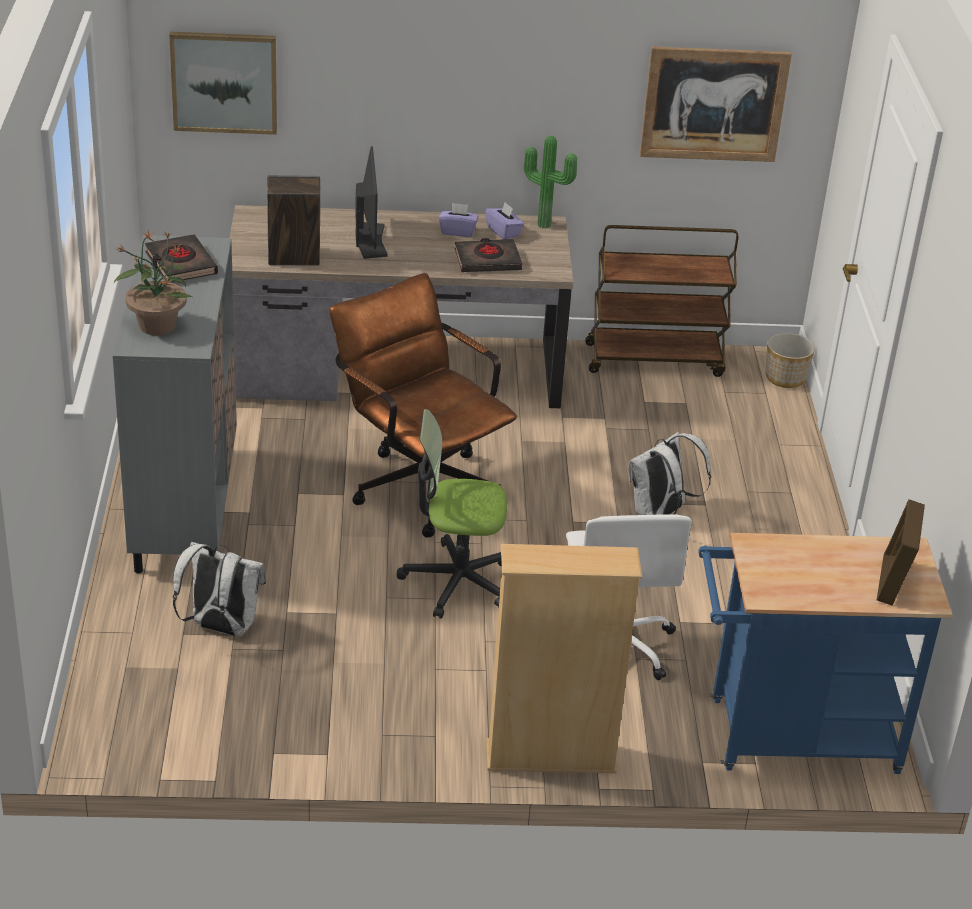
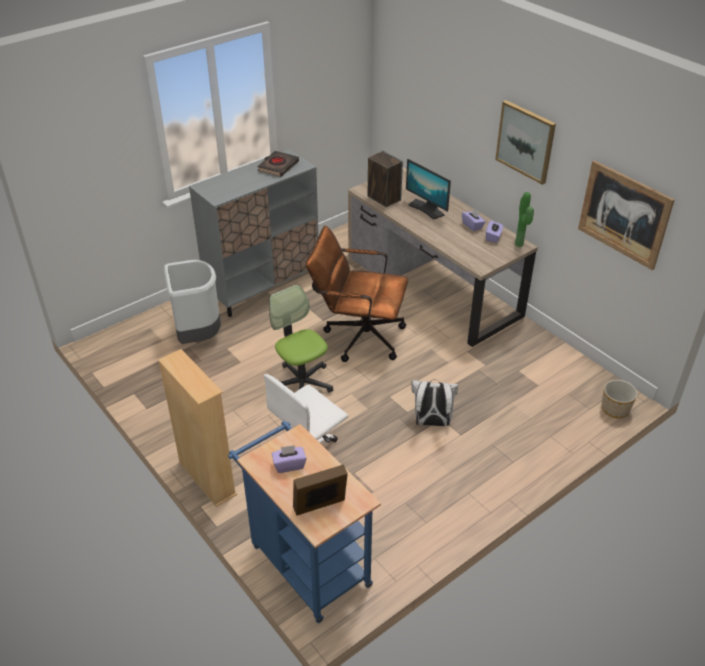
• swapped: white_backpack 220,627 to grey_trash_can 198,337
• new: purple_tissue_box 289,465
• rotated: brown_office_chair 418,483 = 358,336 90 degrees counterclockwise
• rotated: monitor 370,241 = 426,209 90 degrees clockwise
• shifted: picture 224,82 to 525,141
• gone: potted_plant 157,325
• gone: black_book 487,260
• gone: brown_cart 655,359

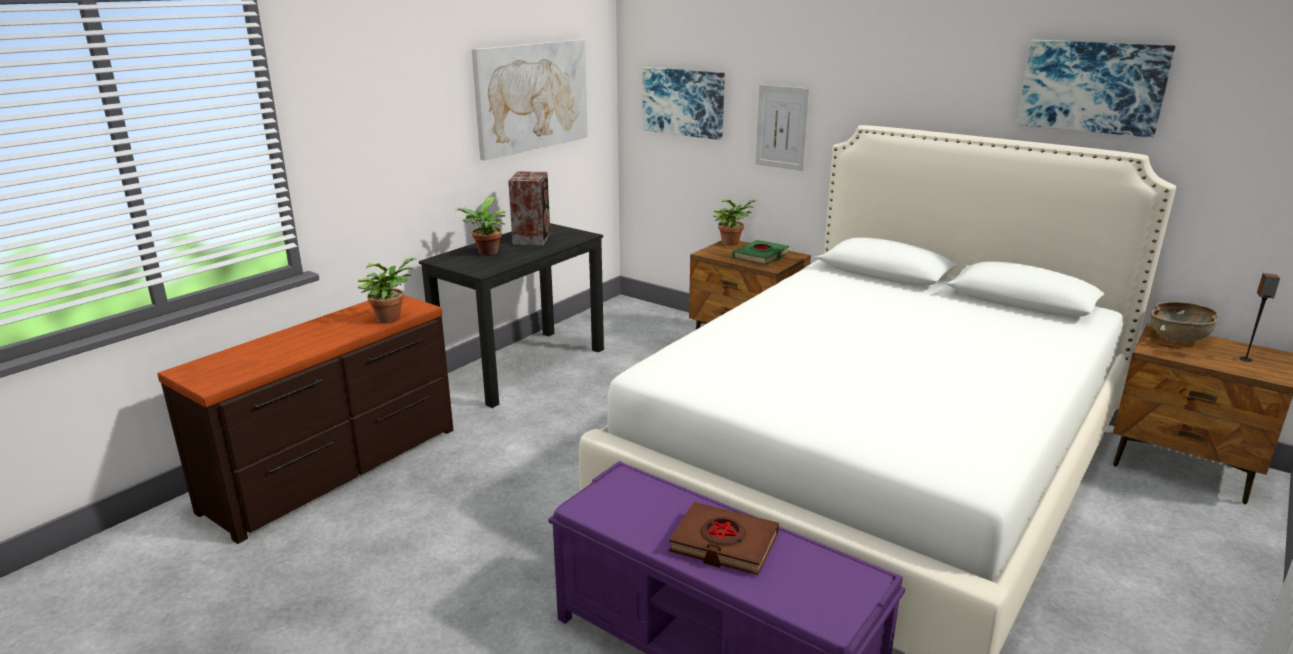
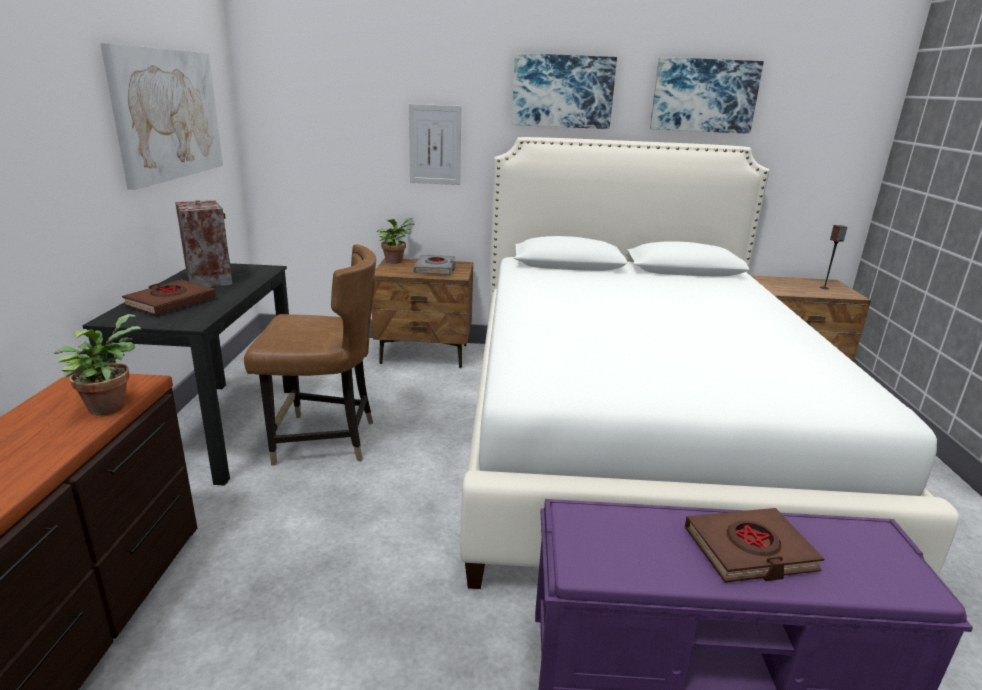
• swapped: potted_plant 486,253 to brown_book 170,302
• new: brown_chair 324,440
• repainted: green_book 761,256 to grey_book 435,268
• shifted: picture 683,102 to 562,91
• gone: brown_bowl 1178,338

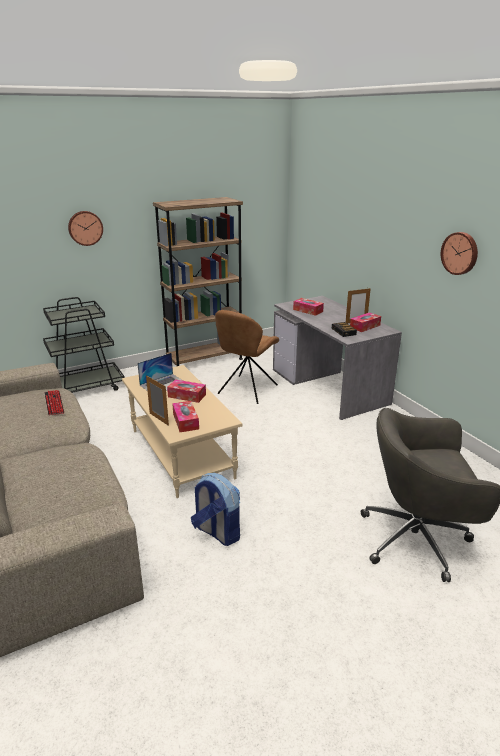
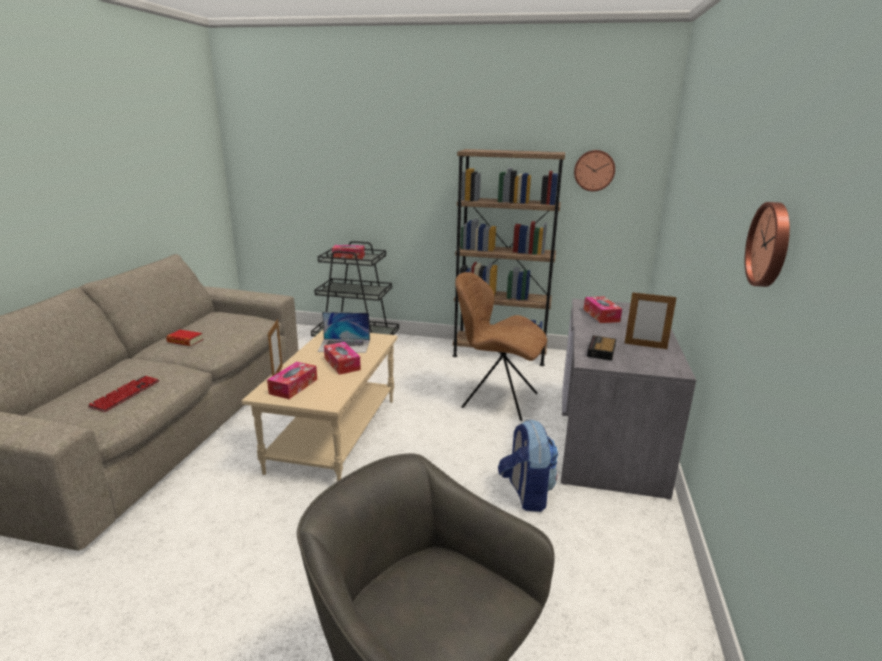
• shifted: keyboard 54,403 to 125,394
• new: book 185,341
• shifted: tissue_box 365,326 to 348,256
• rotated: brown_chair 246,390 = 497,400 45 degrees clockwise
• shifted: backpack 217,532 to 526,493
• shifted: wall_clock 85,228 to 594,170

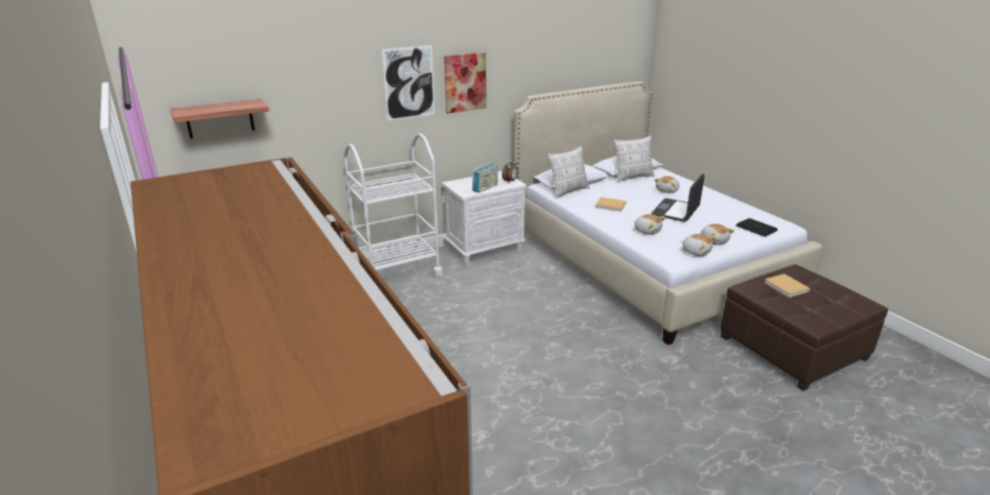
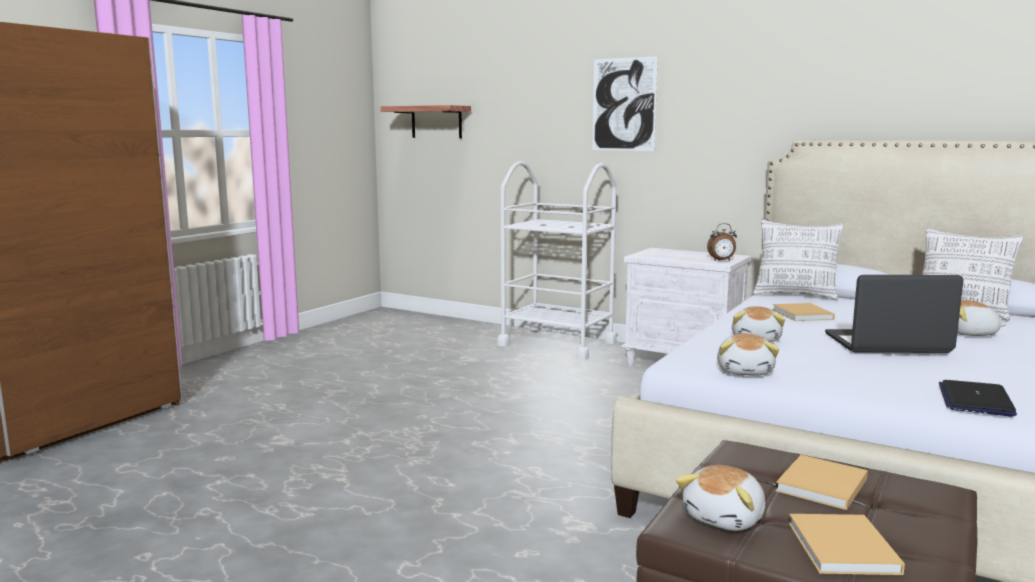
• shifted: plush_toy 714,241 to 725,518
• new: beige_book 843,549
• gone: picture 465,82
• gone: radio 485,188

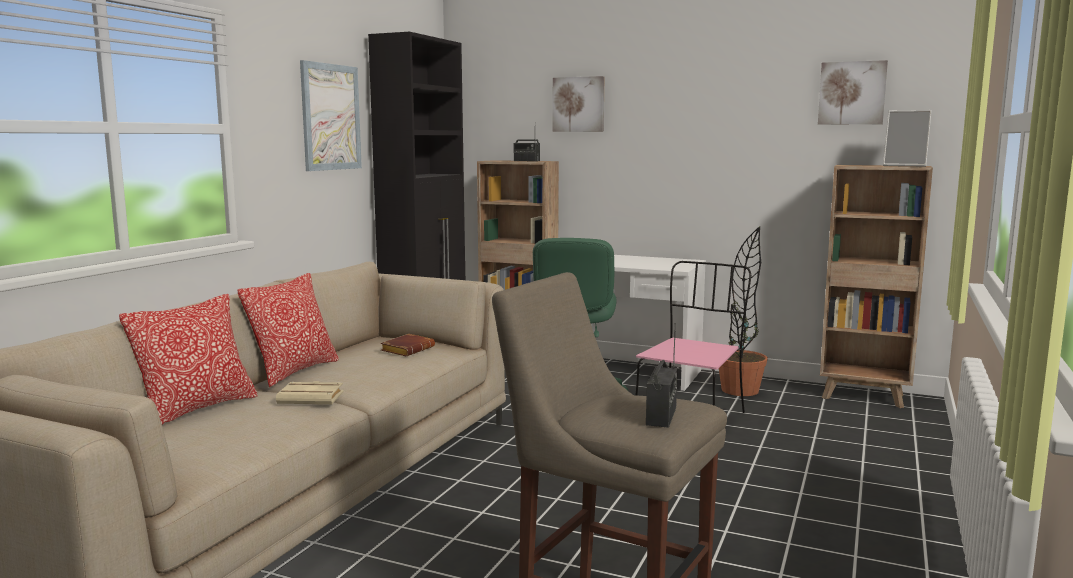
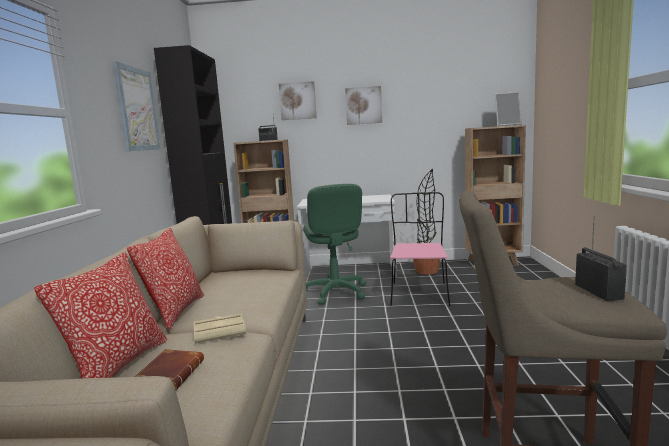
• shifted: brown_book 407,349 to 169,375
• shifted: picture 852,93 to 363,105

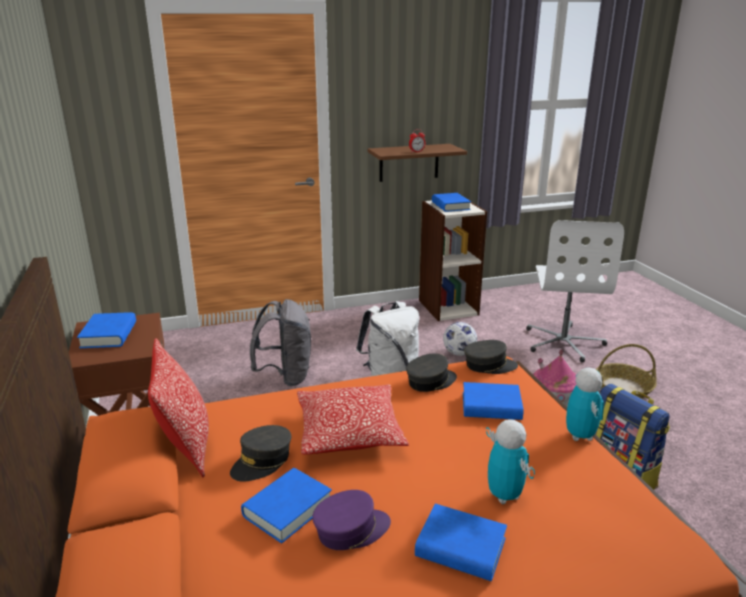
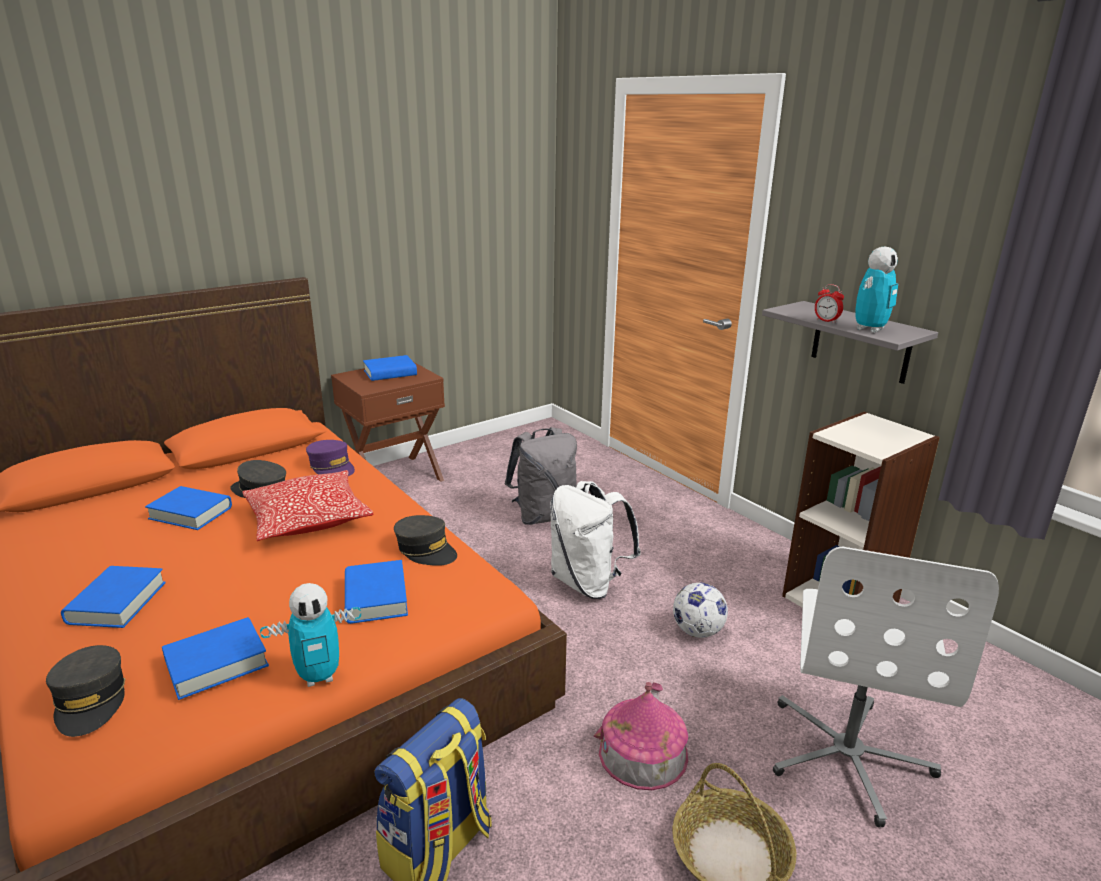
• shifted: grey_cap 489,365 to 91,700
• shifted: blue_book 450,206 to 216,663
• shifted: purple_cap 351,530 to 332,467
• repainted: brown_shelf 409,162 to grey_shelf 861,342
• rotated: white_office_chair 563,342 = 848,754 60 degrees counterclockwise
• shifted: toy_robot 504,495 to 869,329
• gone: pillow 186,445

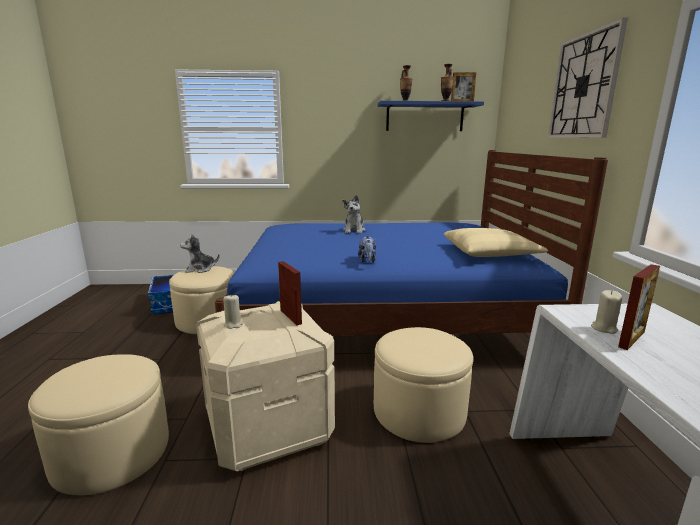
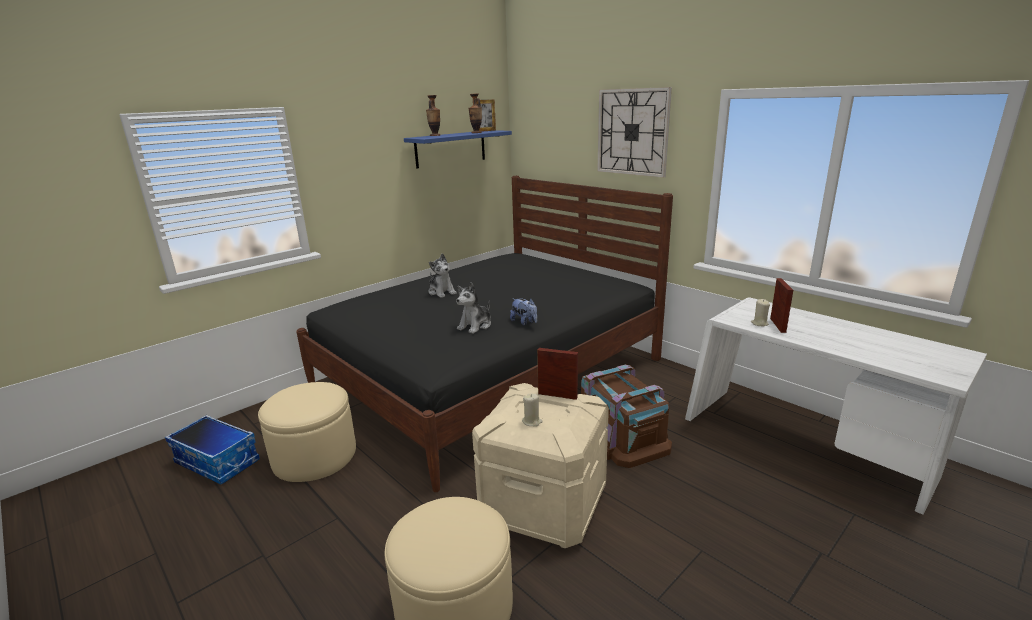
• repainted: blue_bed 382,318 to black_bed 490,374
• shifted: plush_toy 200,269 to 475,326
• swapped: beige_ottoman 419,411 to brown_storage_box 620,434
• gone: beige_pillow 490,253

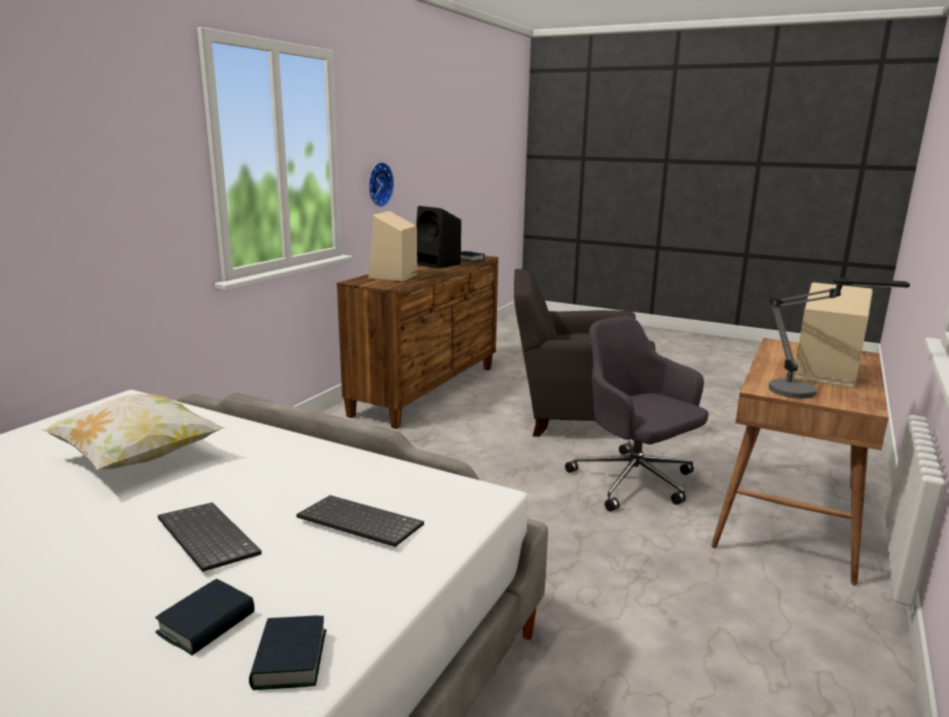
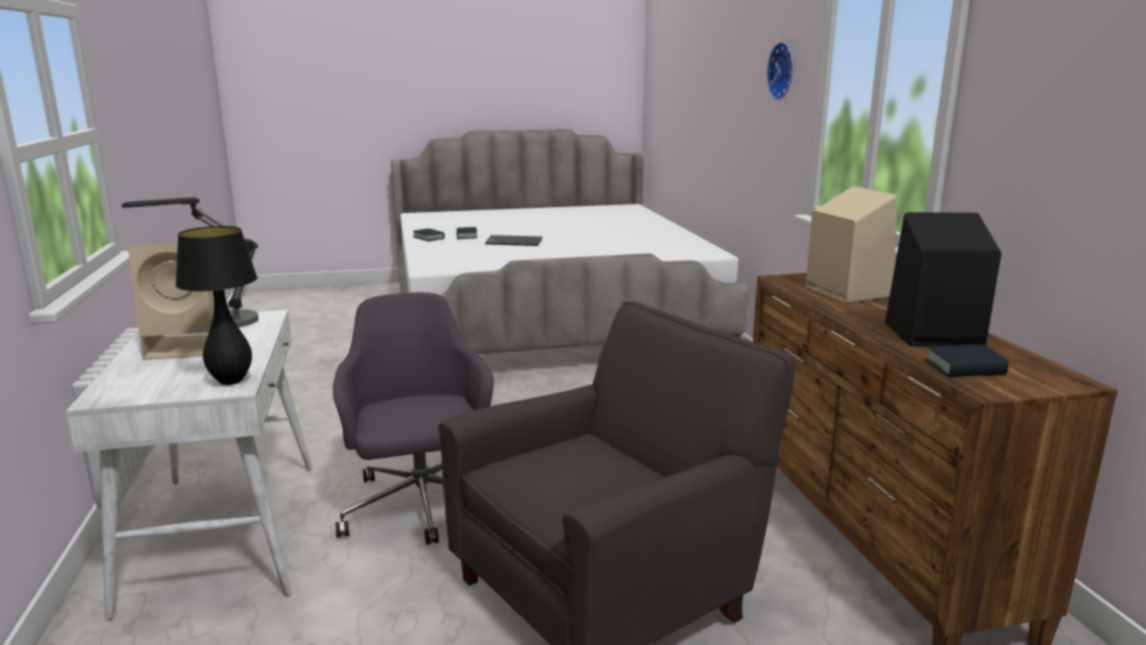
• repainted: brown_desk 789,517 to white_desk 224,532
• new: black_table_lamp 231,381
• rotated: grey_office_chair 634,482 = 421,507 120 degrees counterclockwise
• shifted: wall_clock 378,184 to 783,71
• gone: pillow 138,458
• gone: keyboard 357,524

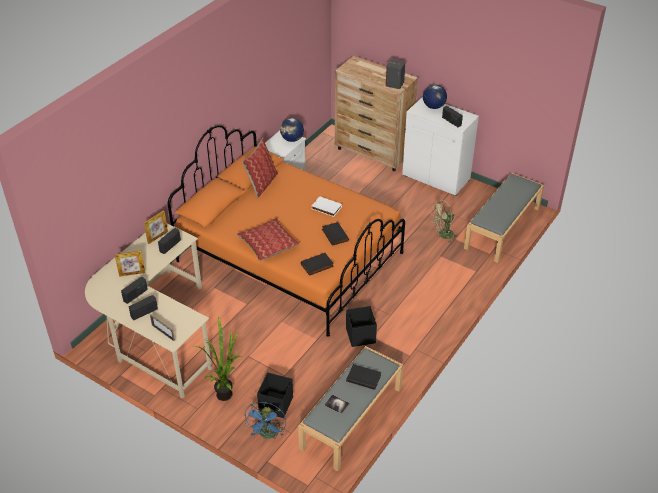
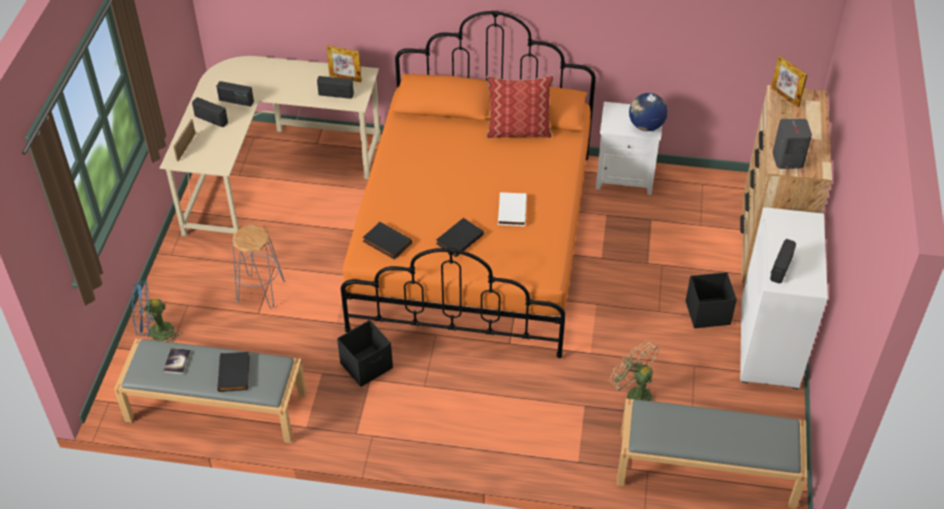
• new: grey_stool 260,291
• shifted: black_storage_box 275,405 to 707,313
• shifted: picture_frame 132,274 to 785,97
• gone: potted_plant 226,392
• gone: pillow 268,244
• gone: globe 433,106

